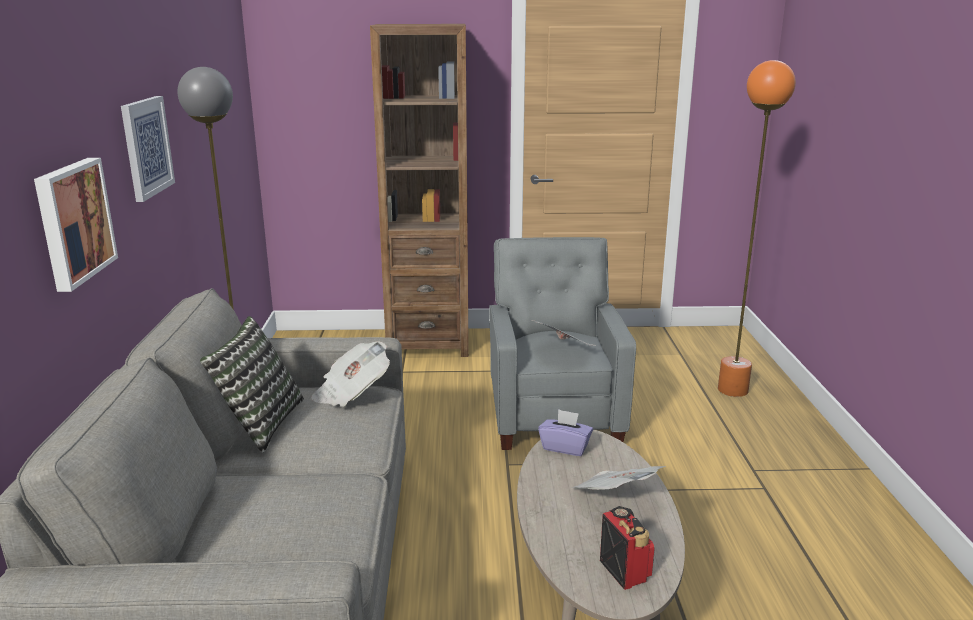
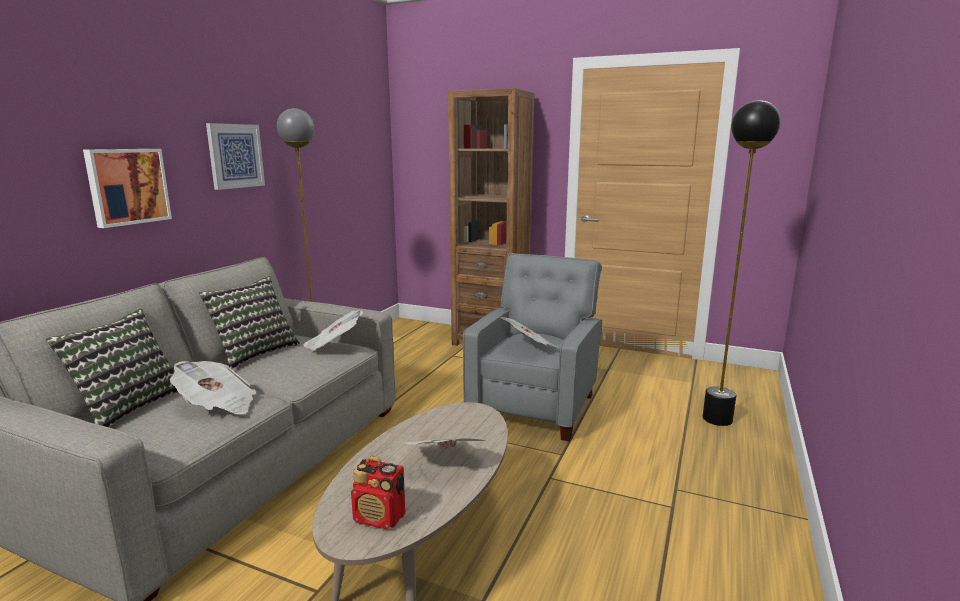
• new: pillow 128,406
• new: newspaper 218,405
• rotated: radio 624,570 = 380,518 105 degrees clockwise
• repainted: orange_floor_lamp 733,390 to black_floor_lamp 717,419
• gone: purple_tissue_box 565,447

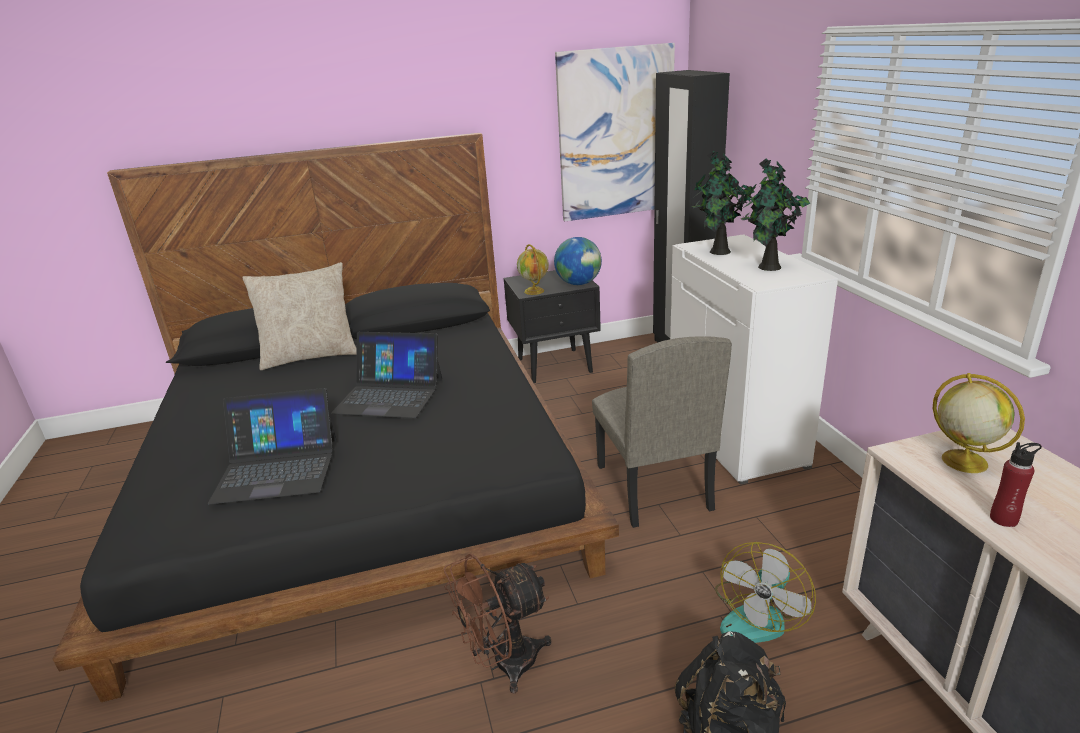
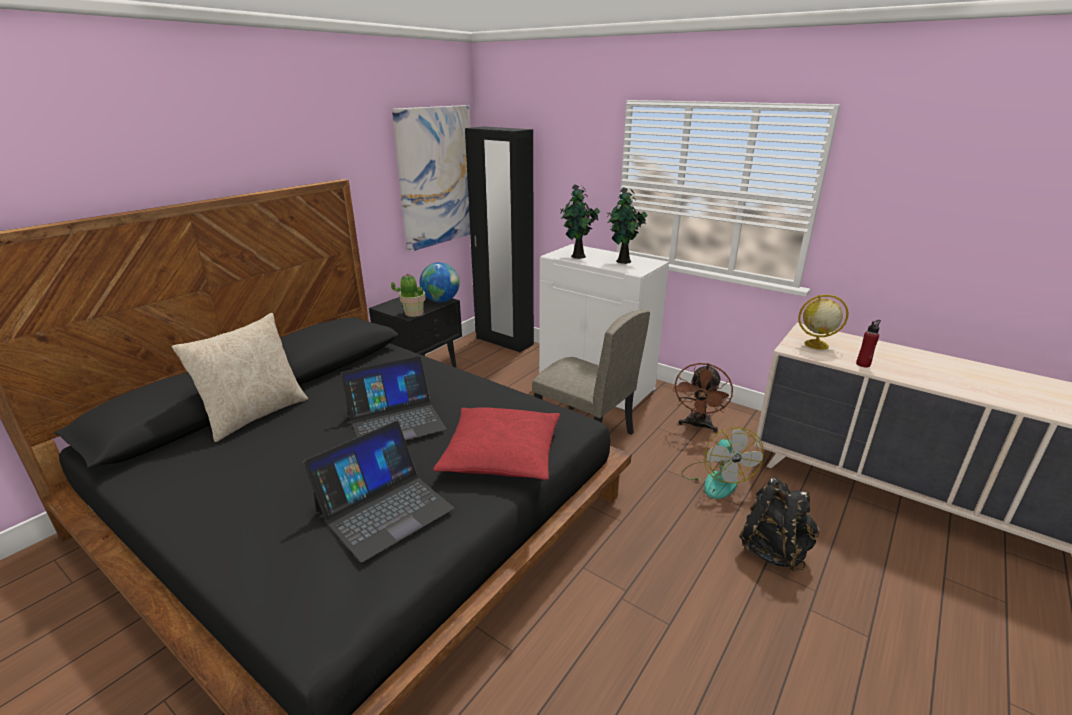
• swapped: globe 534,291 to potted_plant 413,313
• new: red_pillow 501,454
• shifted: brown_fan 504,664 to 698,426

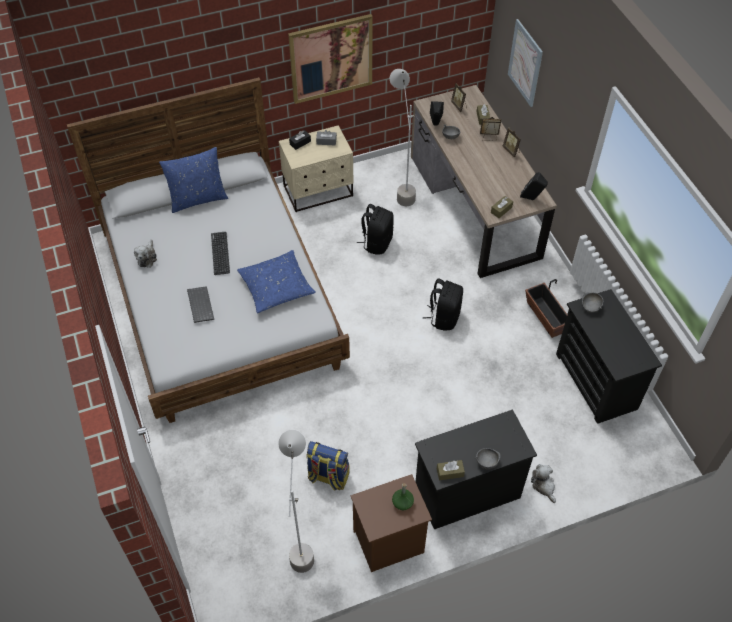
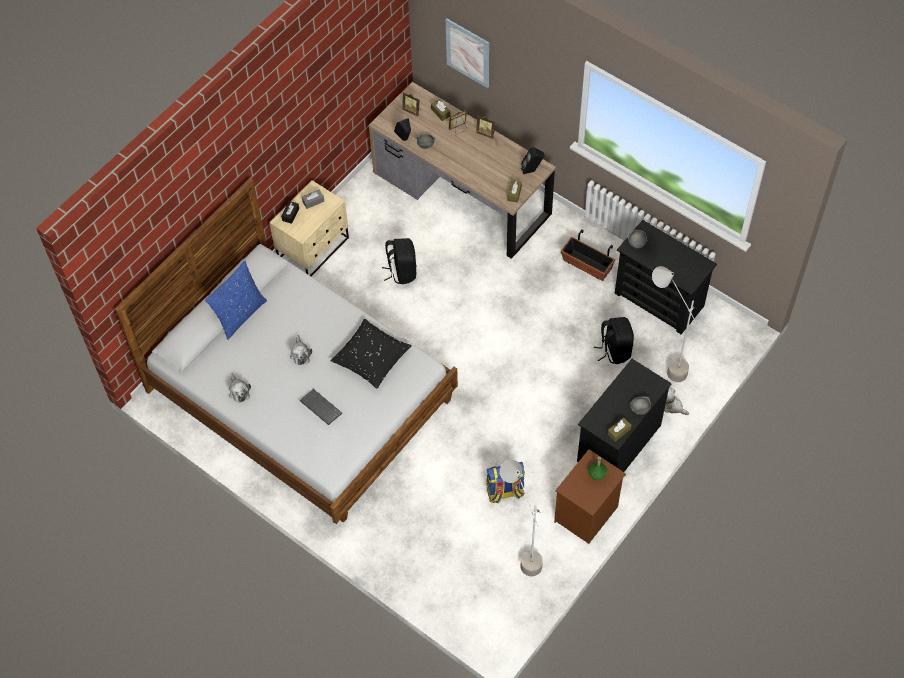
• swapped: keyboard 220,253 to plush_toy 300,354
• repainted: blue_pillow 276,287 to black_pillow 371,358
• shifted: black_backpack 444,317 to 614,350
• shifted: grey_floor_lamp 401,188 to 663,363
• gone: picture 331,58

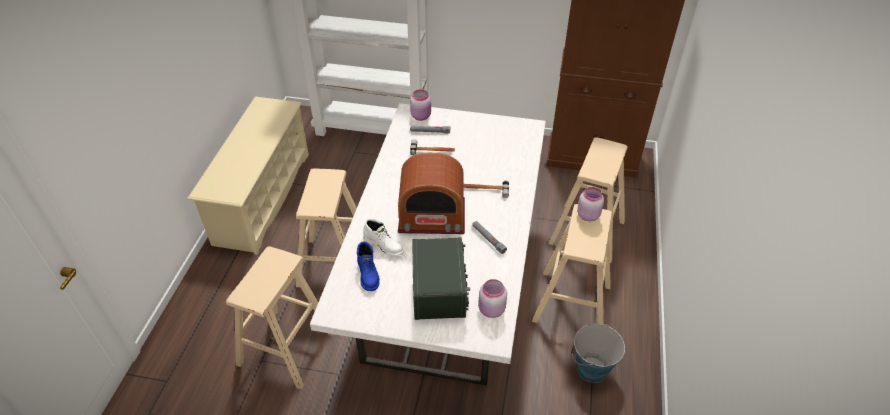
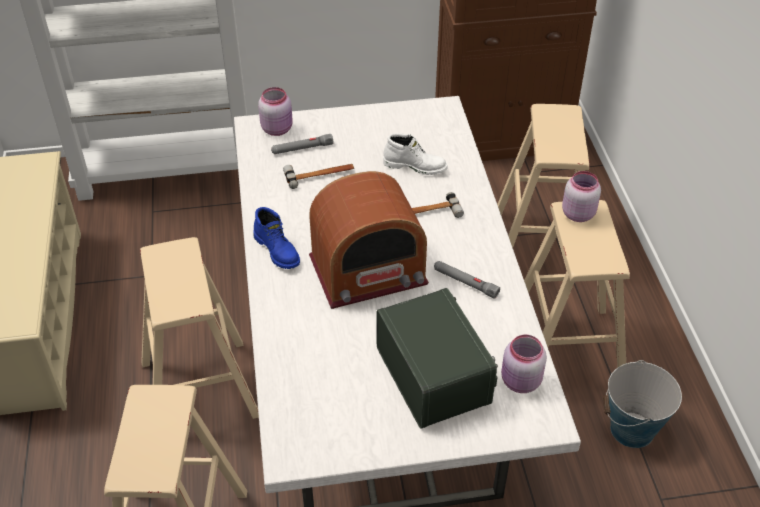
• shifted: blue_boot 368,274 to 278,250
• shifted: white_boot 384,245 to 415,166

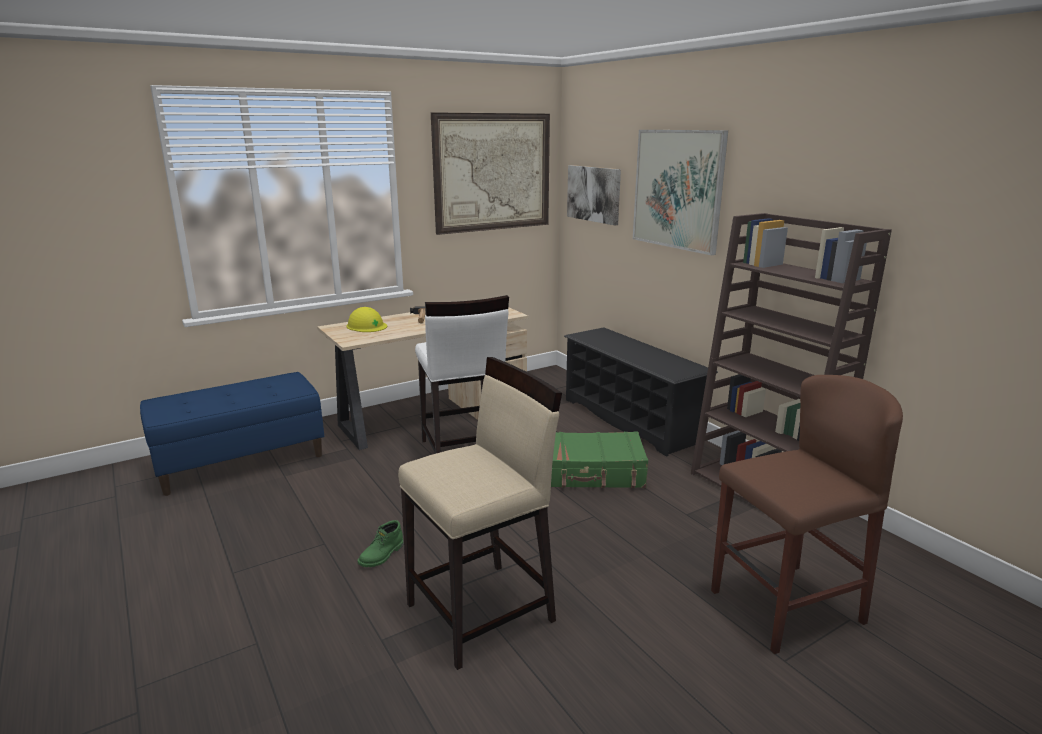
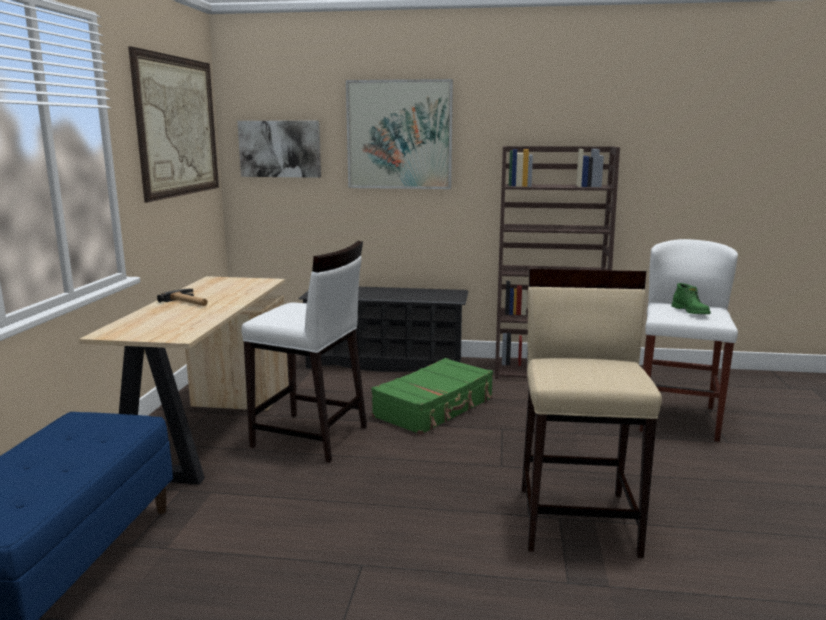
• repainted: brown_stool 785,606 to white_stool 677,419
• shifted: green_boot 382,555 to 691,311
• gone: yellow_hard_hat 366,326

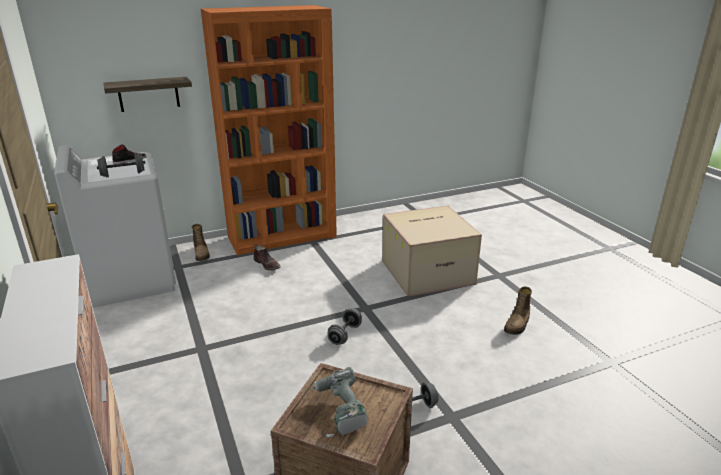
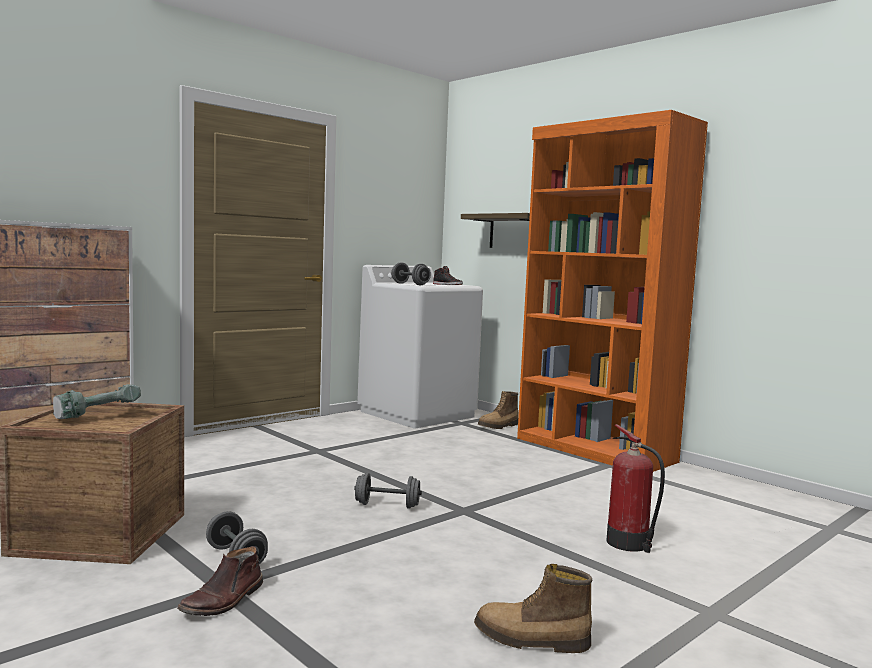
• shifted: brown_boot 267,264 to 223,601
• swapped: cardboard_box 428,271 to fire_extinguisher 629,544

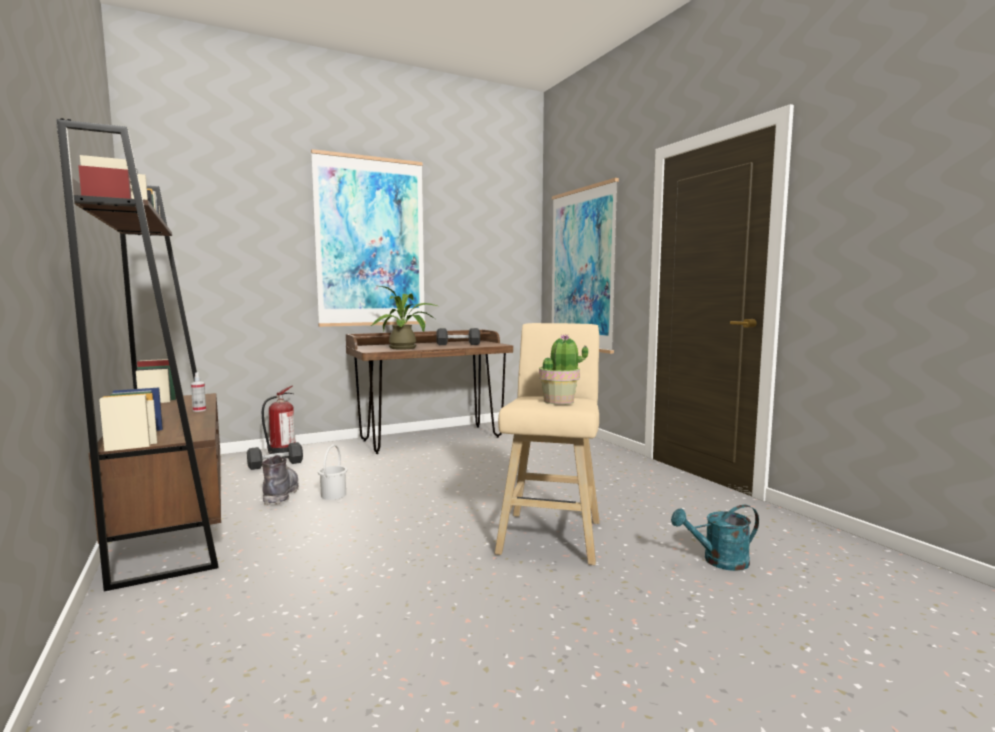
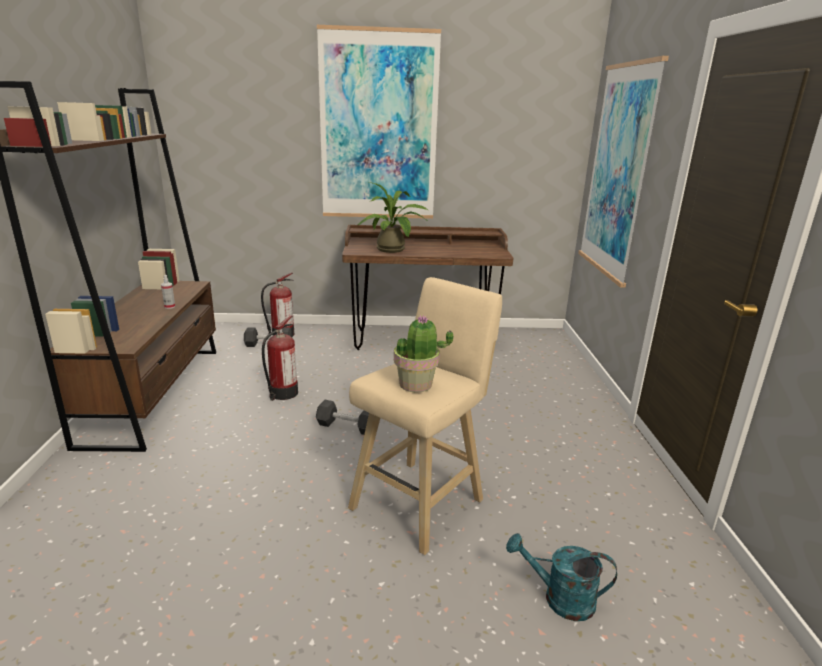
• swapped: white_bucket 334,495 to fire_extinguisher 282,394
• shifted: black_dumbbell 458,344 to 347,427
• gone: grey_boot 281,494

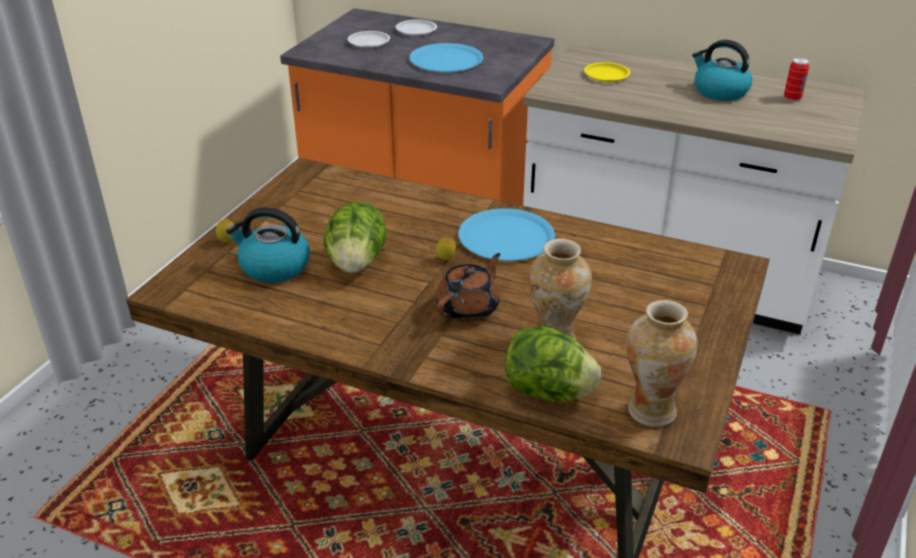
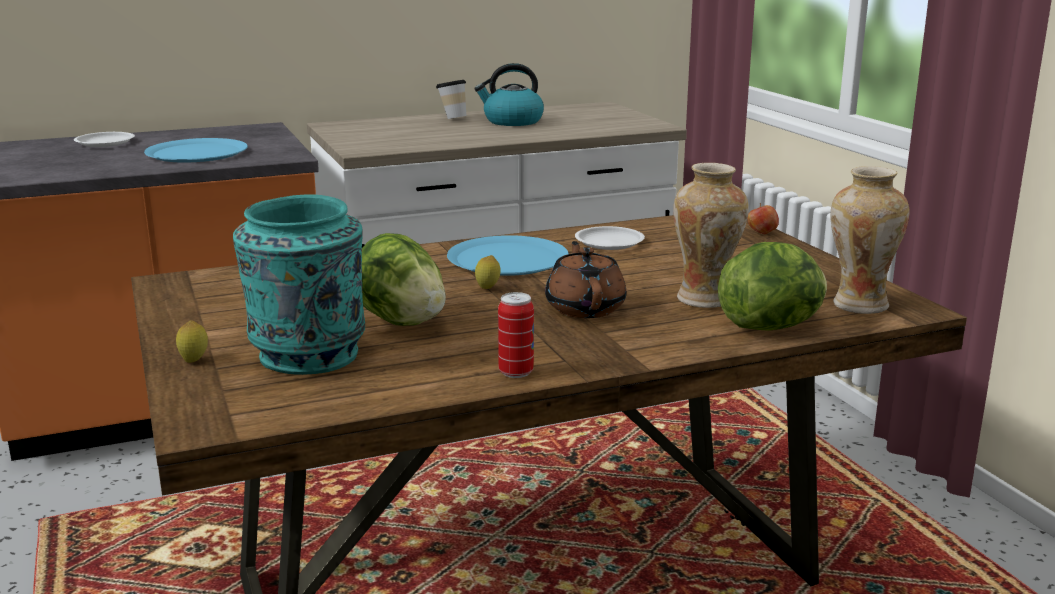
• swapped: kettle 273,267 to turquoise_vase 308,357
• new: cup 452,118
• shifted: can 792,98 to 516,372
• shifted: white_plate 368,42 to 608,242
• new: apple 761,233
• gone: yellow_plate 606,75

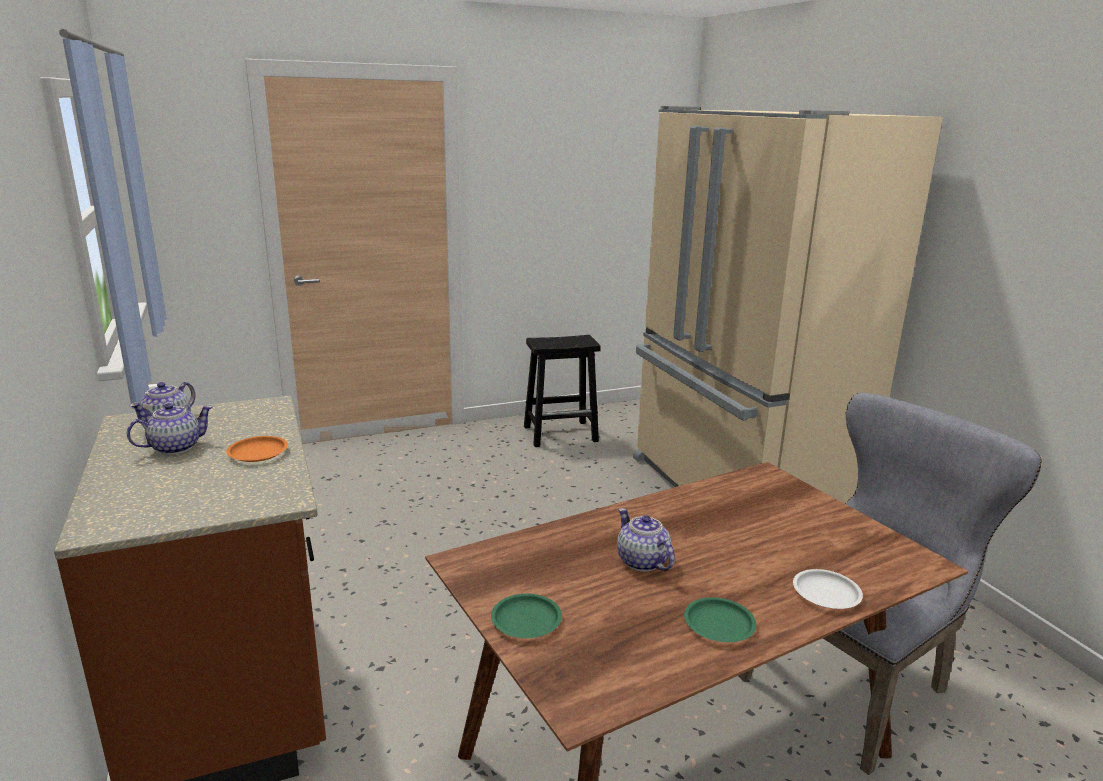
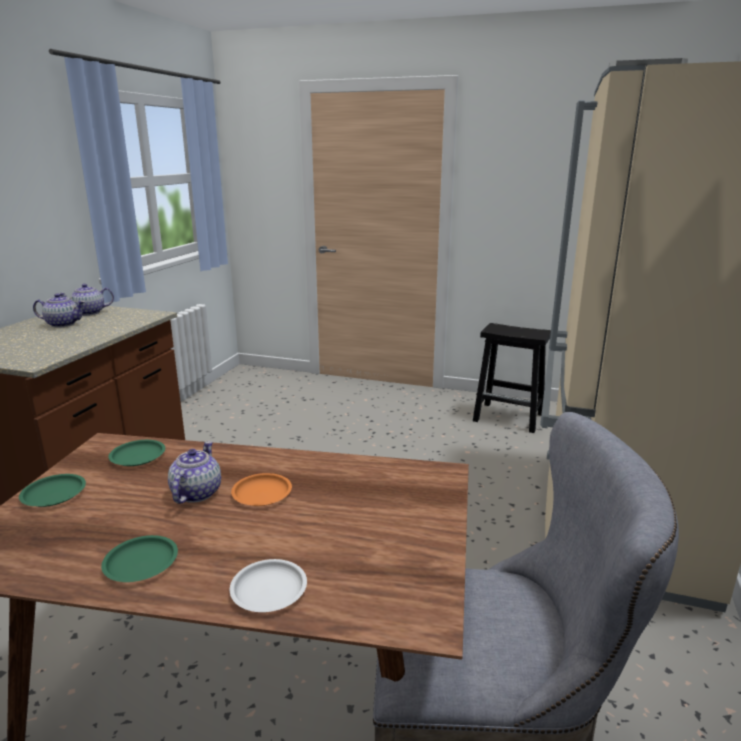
• new: green_plate 138,456
• shifted: orange_plate 258,452 to 262,493

